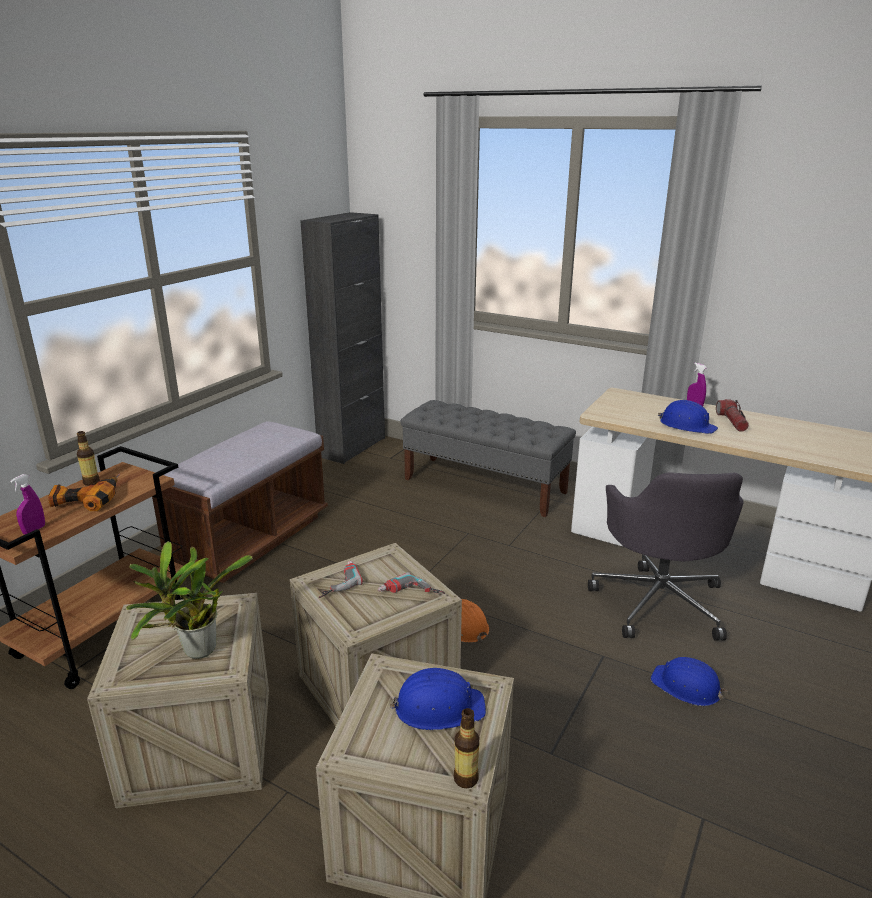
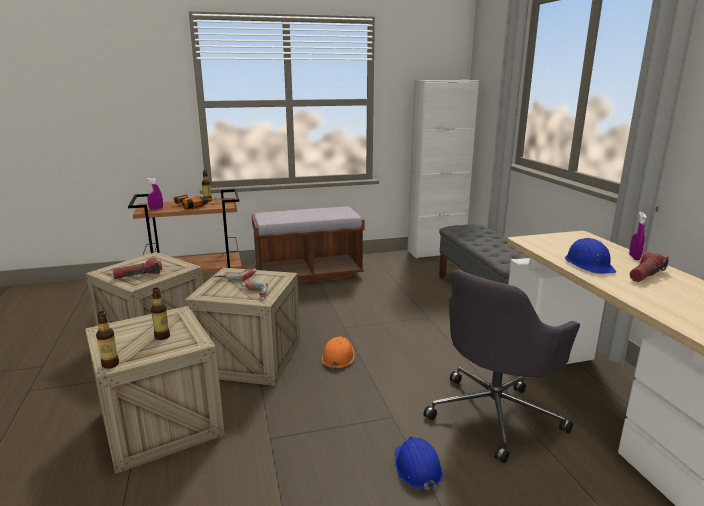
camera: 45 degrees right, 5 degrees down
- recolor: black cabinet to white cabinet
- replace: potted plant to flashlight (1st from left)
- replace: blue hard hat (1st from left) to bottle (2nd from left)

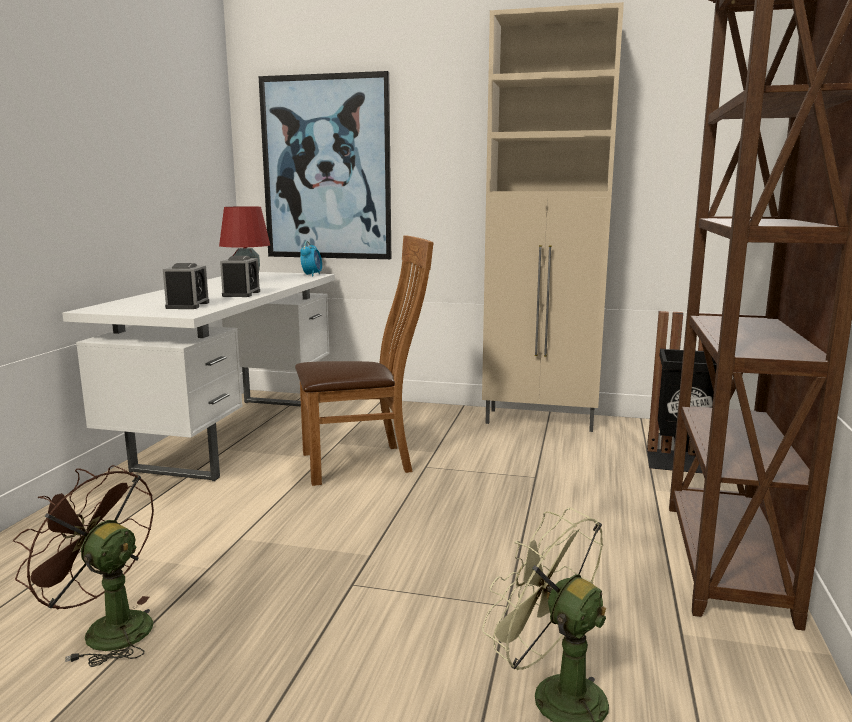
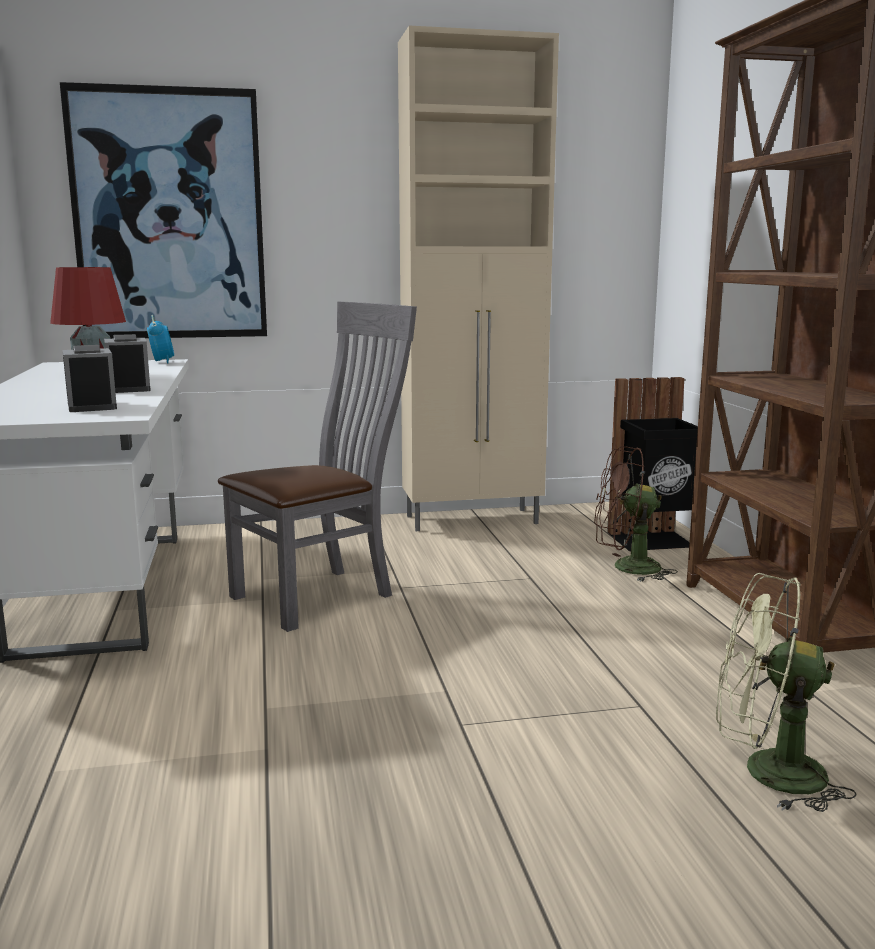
camera: 25 degrees left, 0 degrees up
- recolor: brown chair to grey chair
- move: brown fan

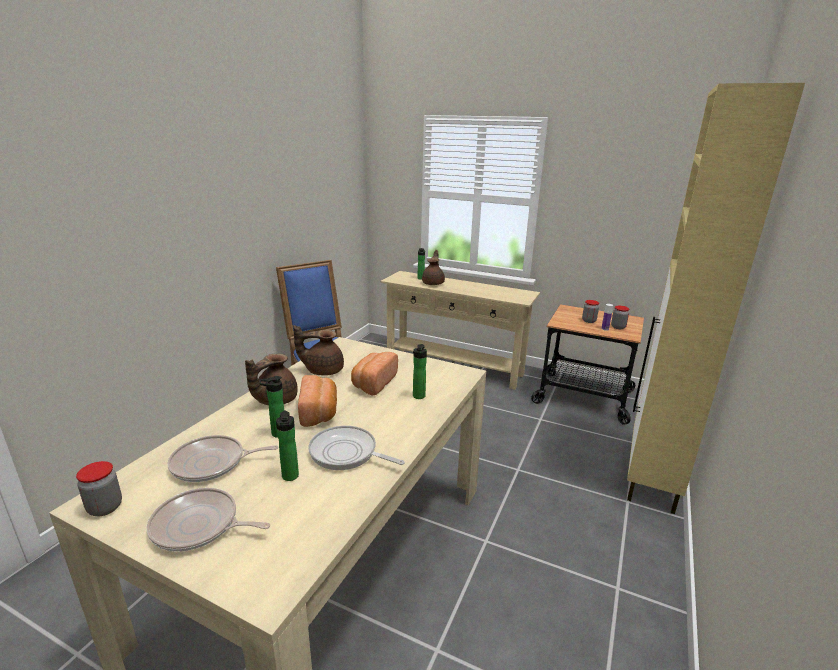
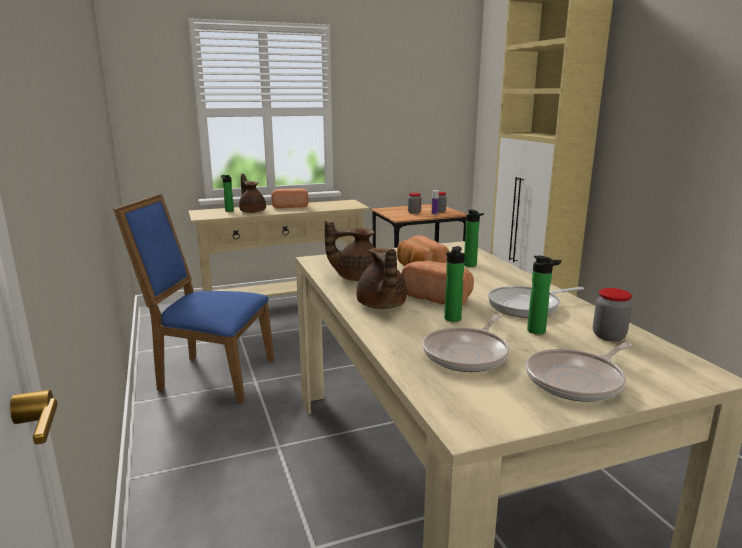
camera: 45 degrees left, 5 degrees down
- rotate: brown teapot (2nd from left) 45 degrees clockwise
- move: jar (1st from left in the first image) to jar (3rd from left)
- insert: bread (1st from left)

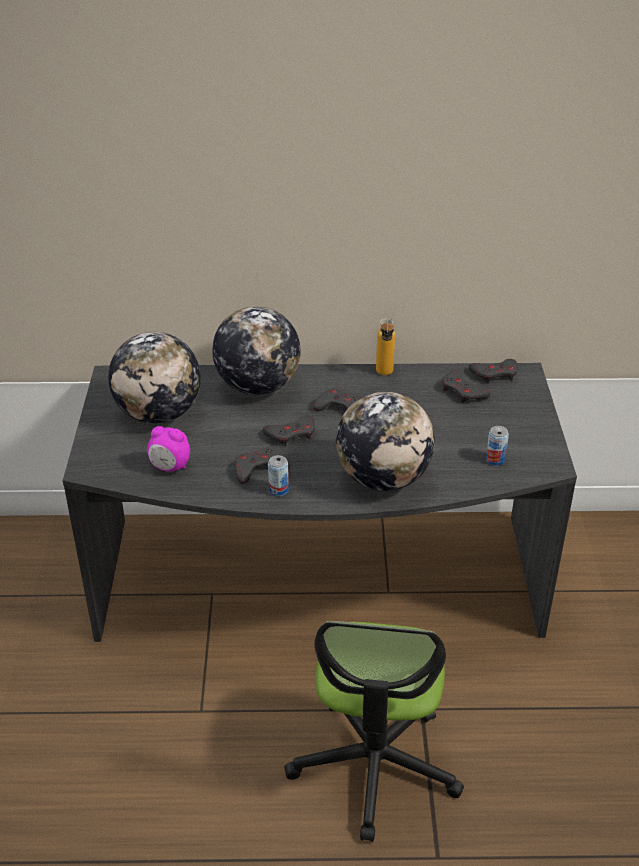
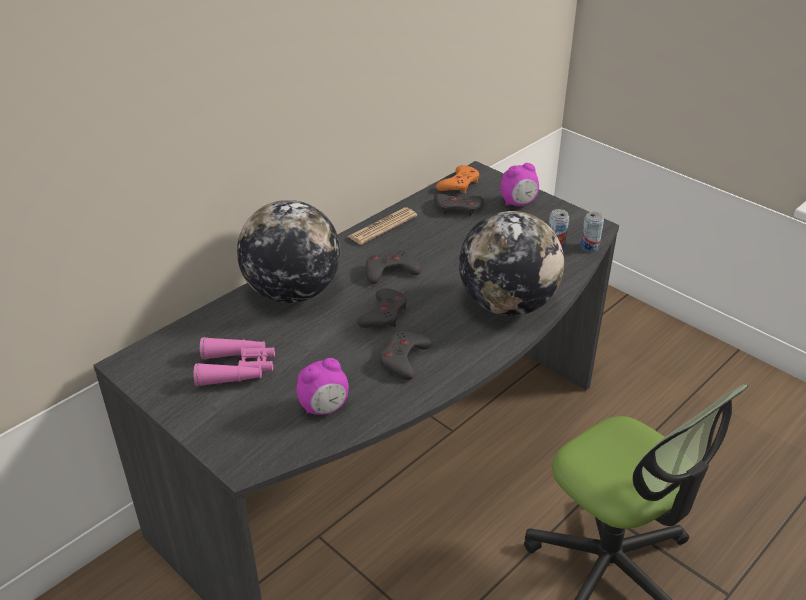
camera: 45 degrees left, 0 degrees up
- replace: bottle to newspaper
- replace: globe (1st from left) to pink binoculars
- recolor: grey game controller (5th from left) to orange game controller
- move: can (1st from left in the first image) to can (2nd from left)
- insert: alarm clock (2nd from left)

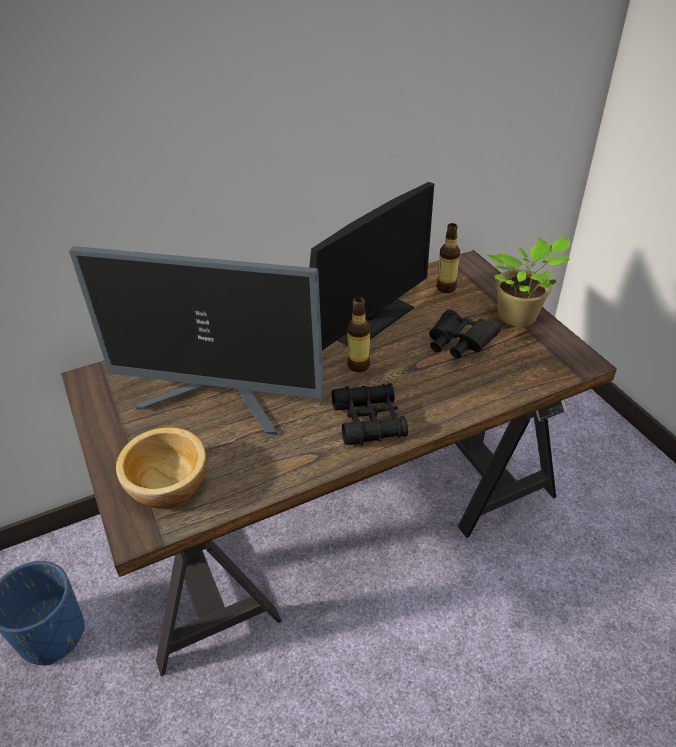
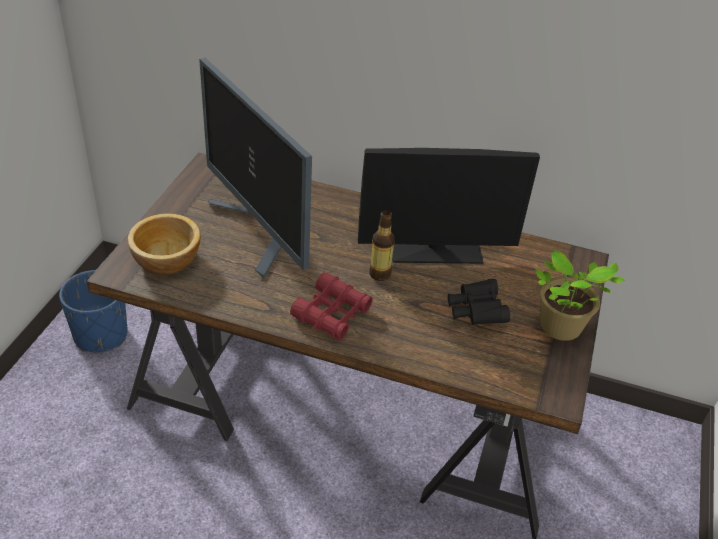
camera: 40 degrees right, 0 degrees up
- delete: bottle (2nd from left)
- recolor: black binoculars (1st from left) to red binoculars

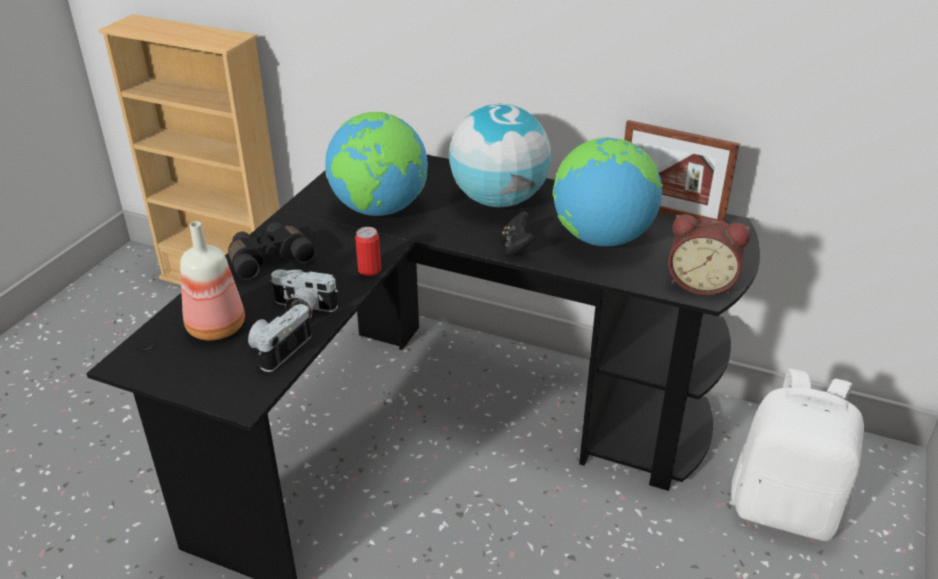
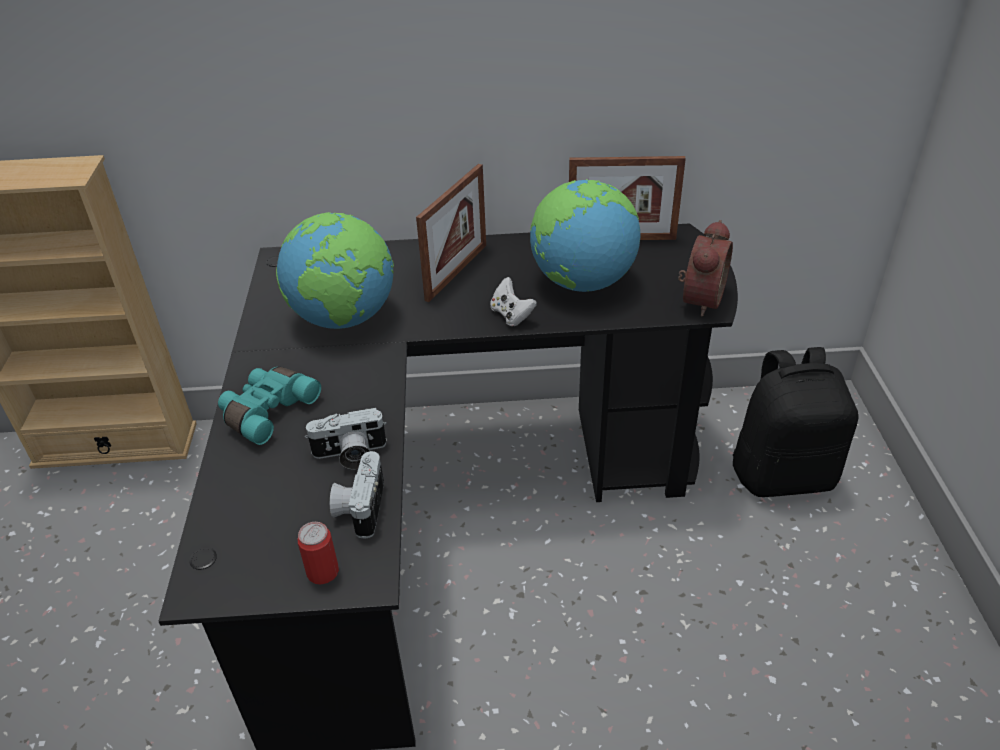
camera: 25 degrees left, 5 degrees up
- replace: globe (2nd from left) to picture frame (1st from left)
- recolor: black game controller to white game controller
- rotate: alarm clock 60 degrees counterclockwise
- delete: bottle
- recolor: black binoculars to turquoise binoculars
- move: can
- recolor: white backpack to black backpack

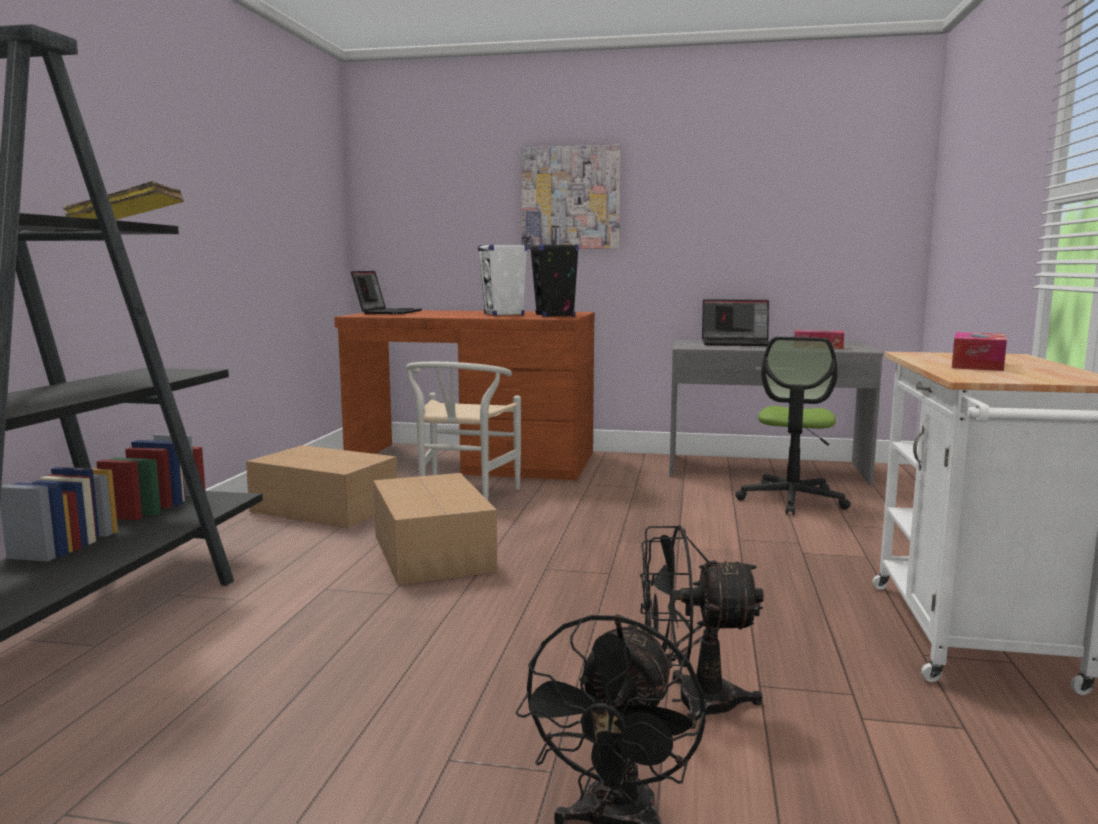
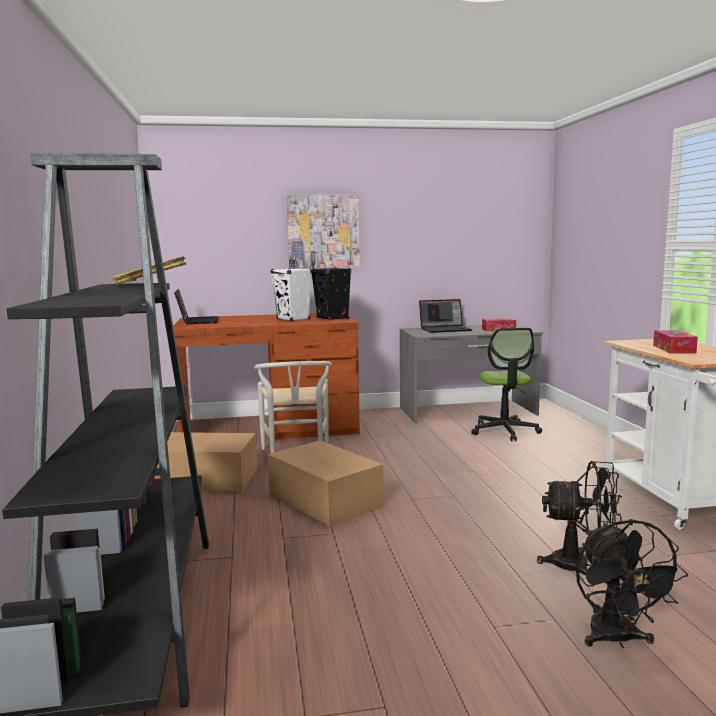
camera: 20 degrees left, 0 degrees up
- rotate: black fan (2nd from left in the first image) 150 degrees counterclockwise

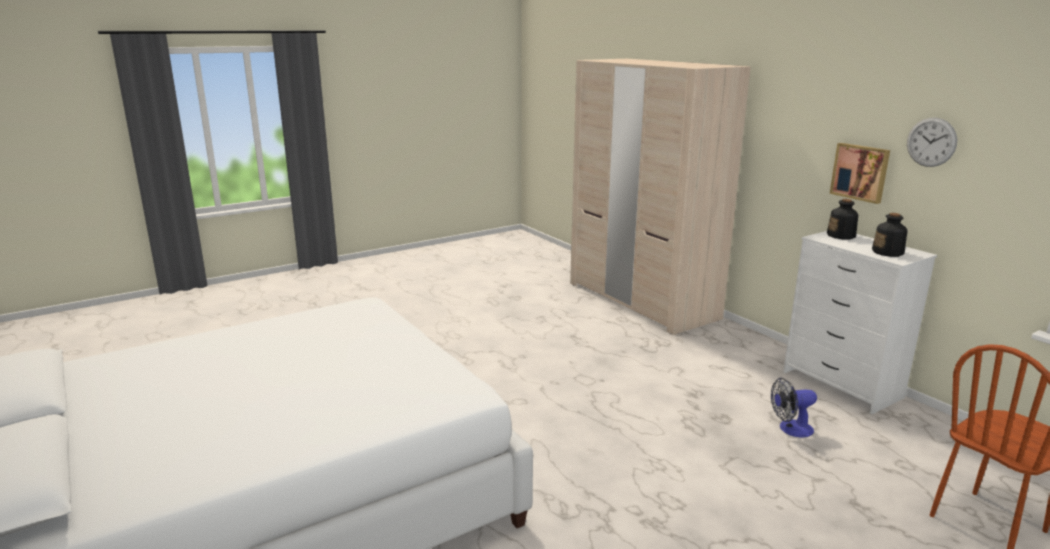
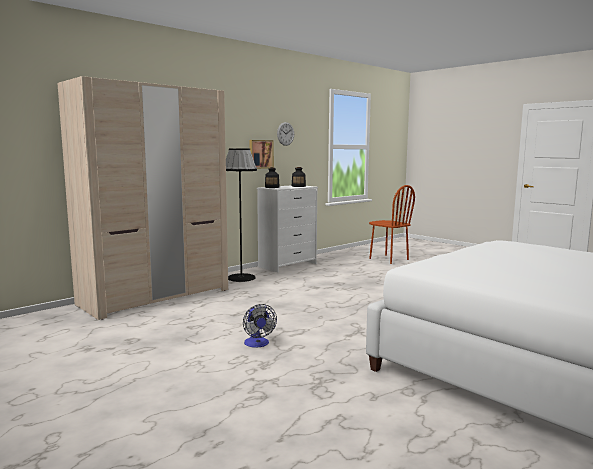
camera: 100 degrees left, 10 degrees down
- move: fan
- insert: black floor lamp

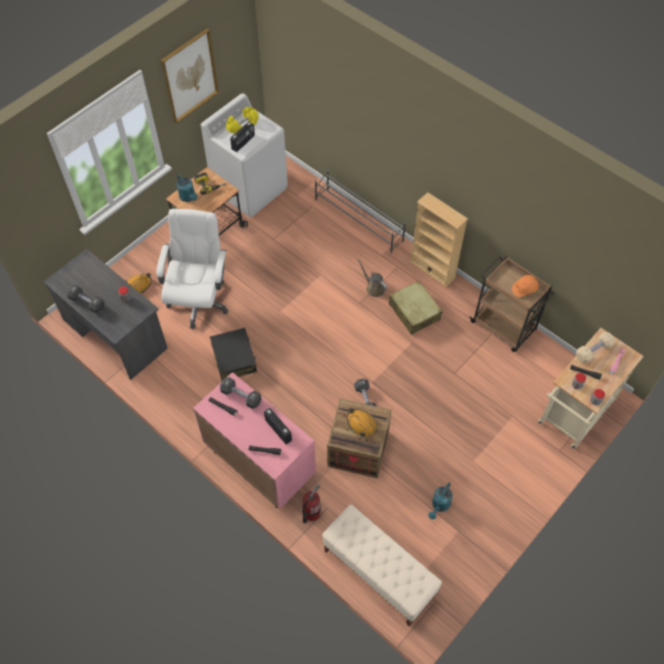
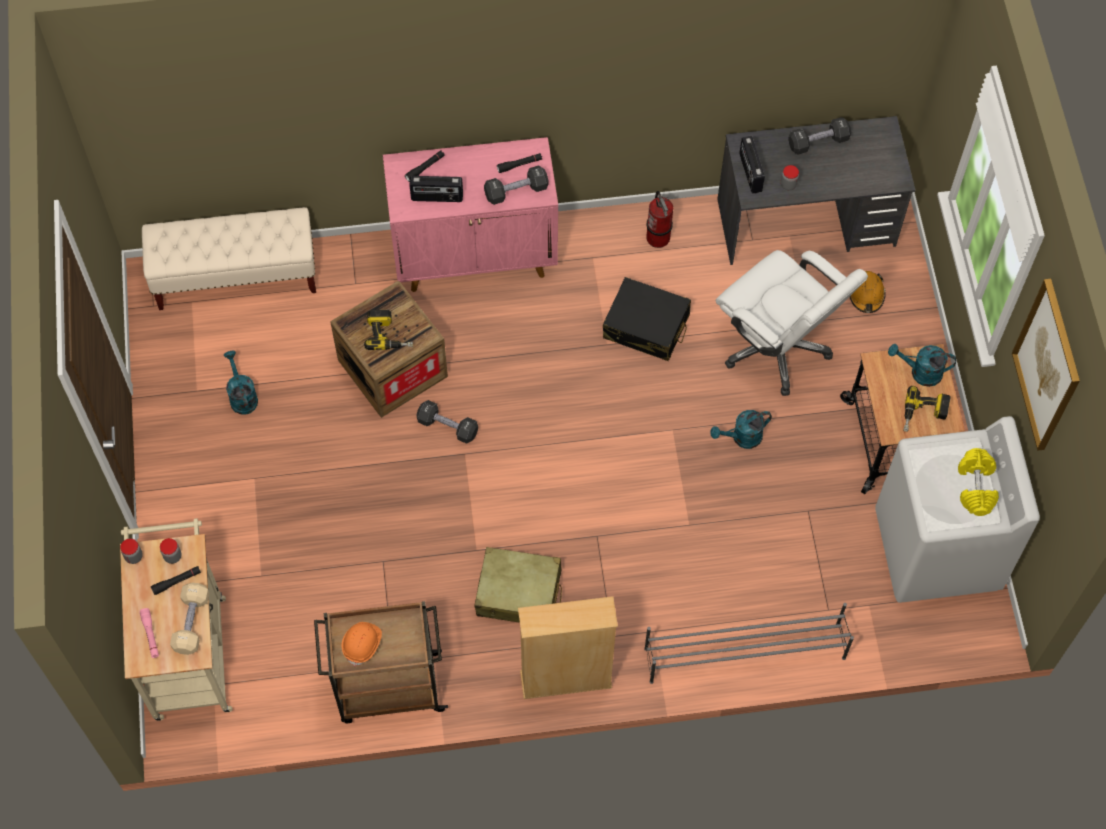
camera: 130 degrees right, 5 degrees up
- move: radio (1st from left in the first image) to radio (2nd from left)
- delete: brown watering can
- replace: orange hard hat (2nd from left) to power drill (1st from left)
- move: fire extinguisher
- insert: turquoise watering can (2nd from left)

